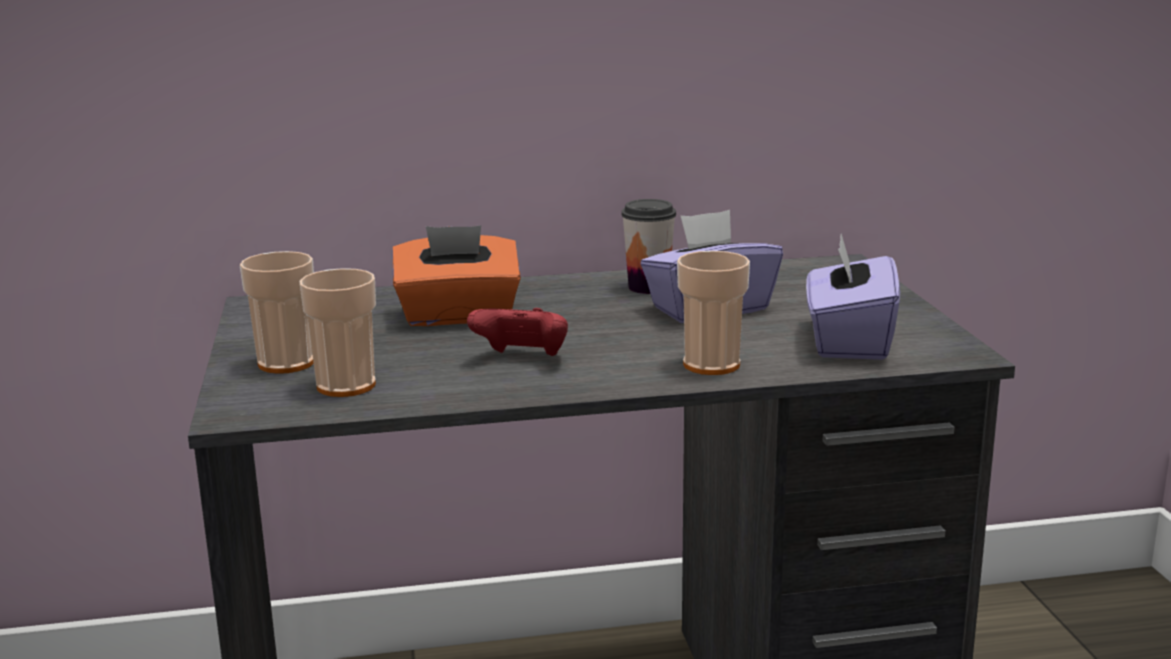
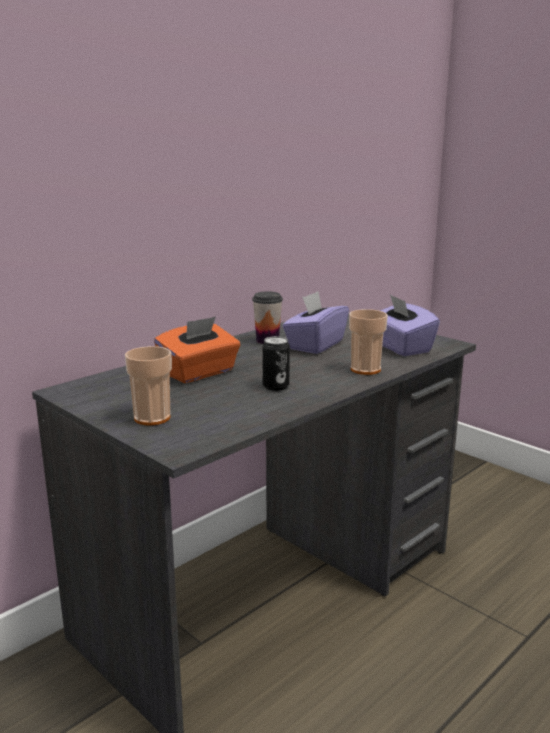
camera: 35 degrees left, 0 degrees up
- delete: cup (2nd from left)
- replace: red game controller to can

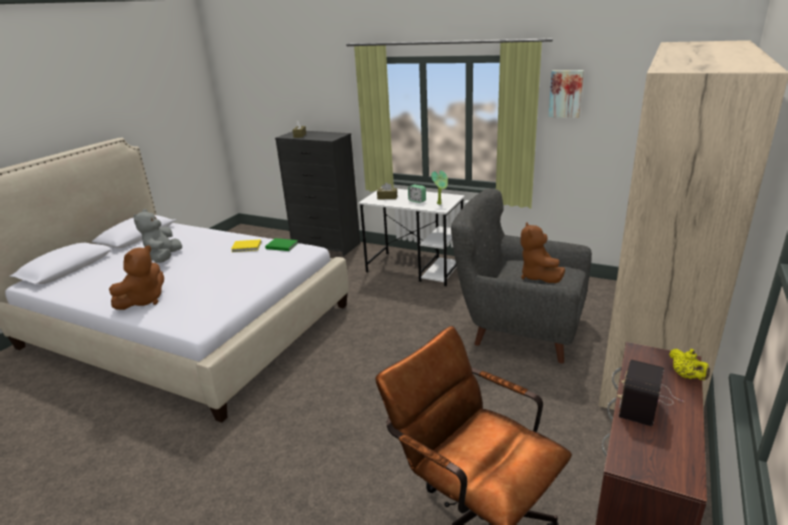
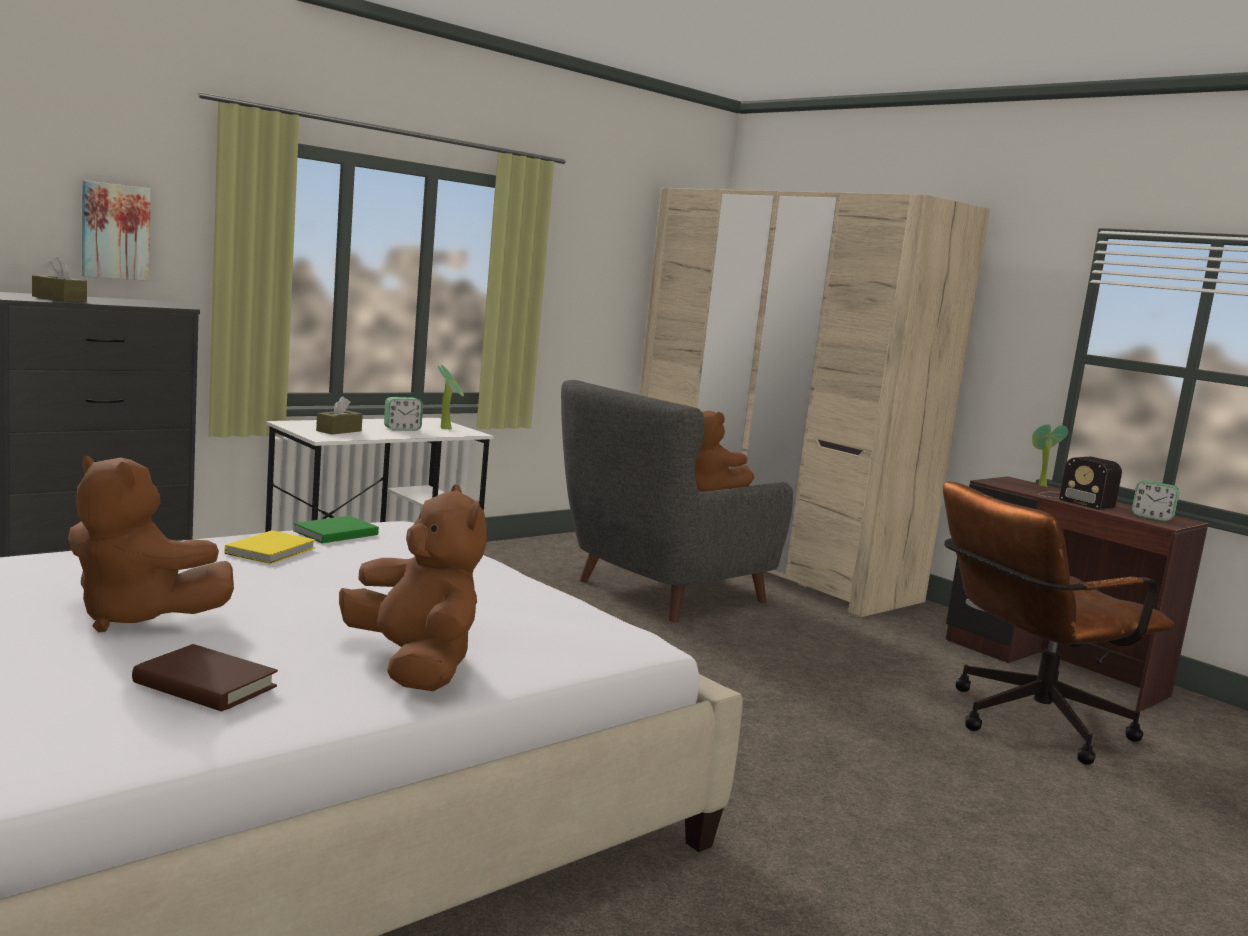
camera: 70 degrees left, 15 degrees down
- move: picture
- recolor: grey plush toy to brown plush toy (1st from left)
- replace: yellow teapot to potted plant (2nd from left)
- insert: alarm clock (2nd from left)
- insert: brown book

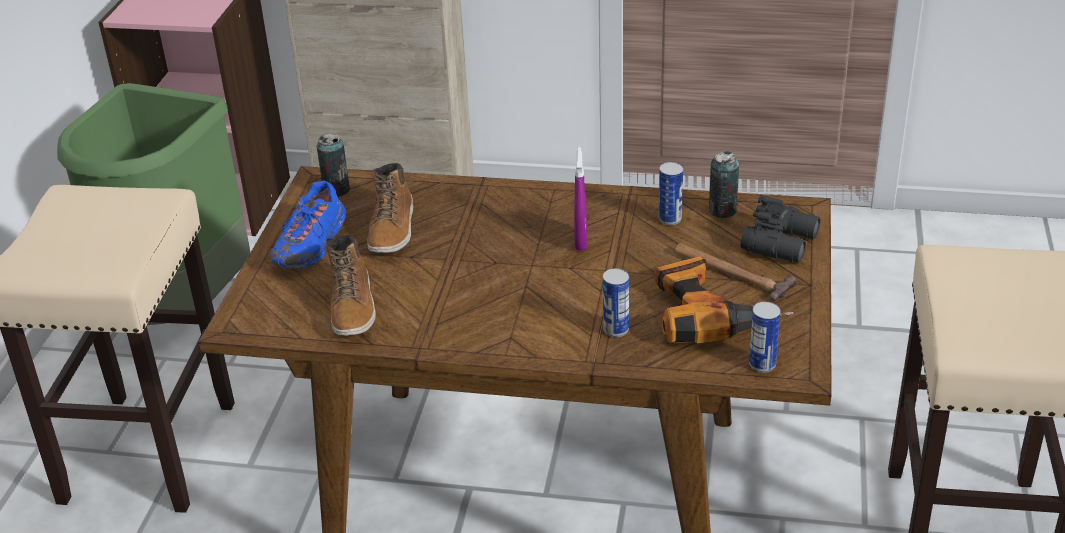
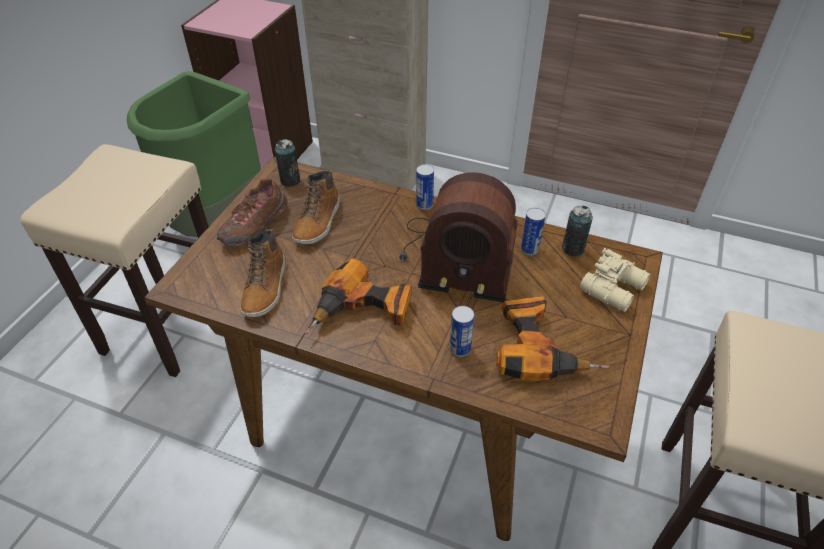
camera: 10 degrees right, 10 degrees up
- replace: purple spray bottle to radio
- recolor: blue shoe to brown shoe
- recolor: black binoculars to beige binoculars
- delete: hammer
- move: can (5th from left in the first image) to can (2nd from left)
- insert: power drill (1st from left)

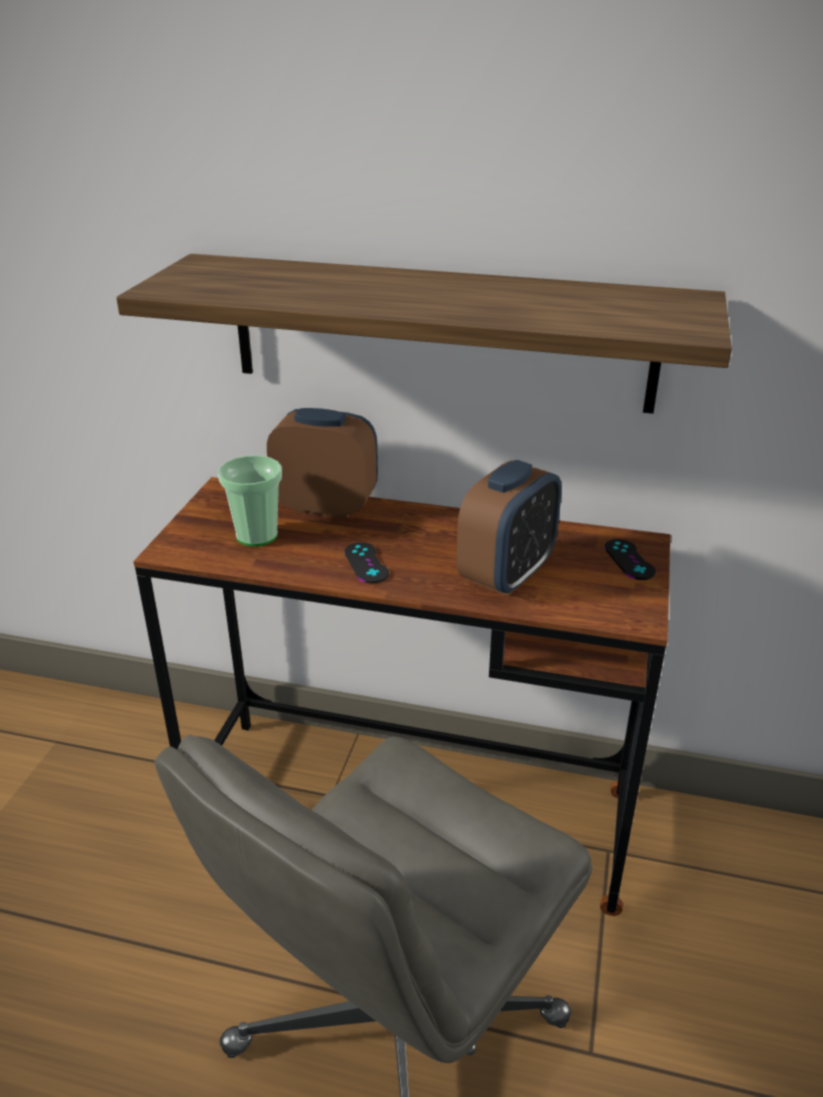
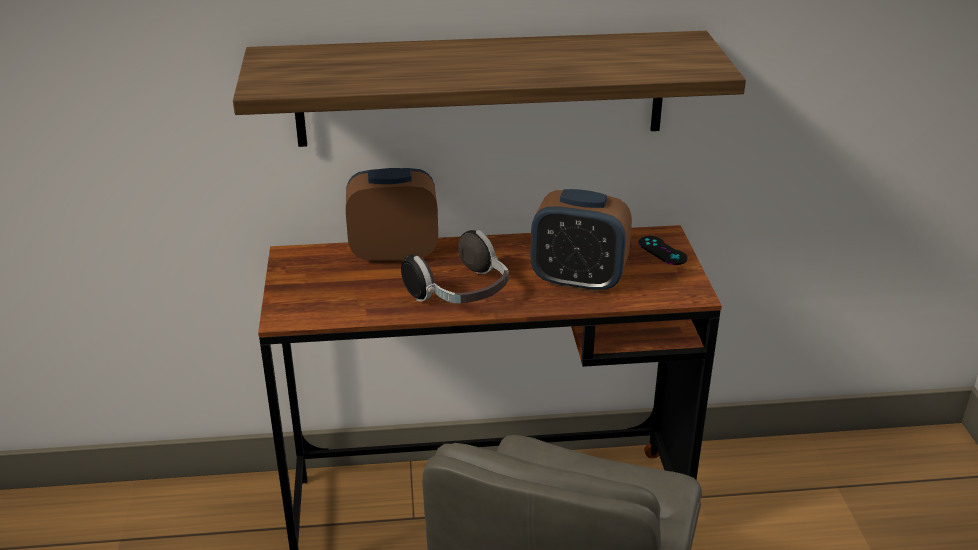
camera: 20 degrees left, 0 degrees up
- delete: cup
- rotate: alarm clock (2nd from left) 90 degrees clockwise
- replace: black game controller (1st from left) to headphones

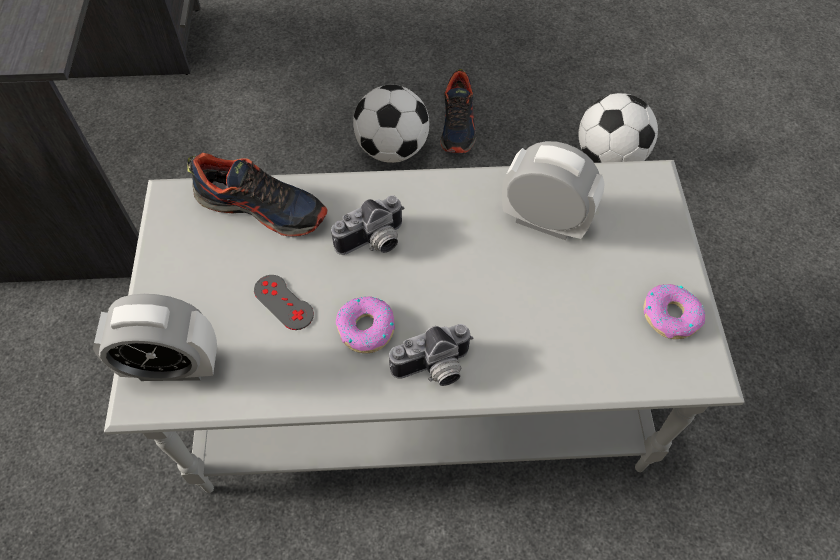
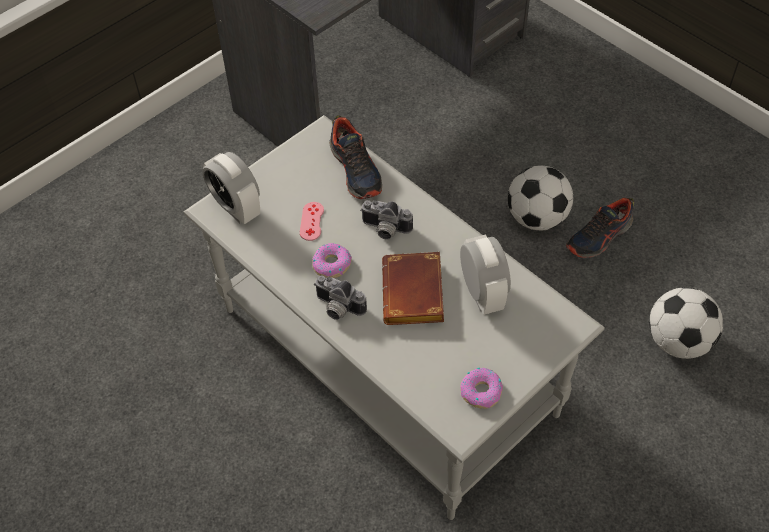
camera: 50 degrees right, 5 degrees down
- recolor: grey game controller to pink game controller
- insert: brown book

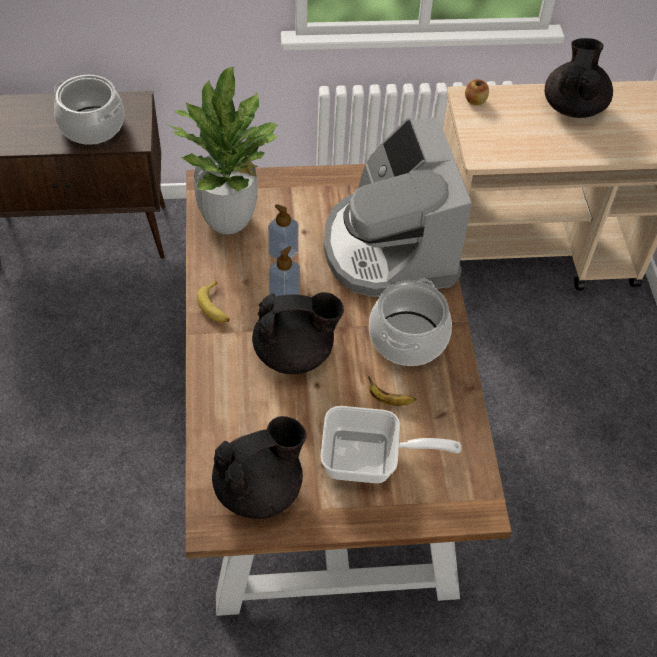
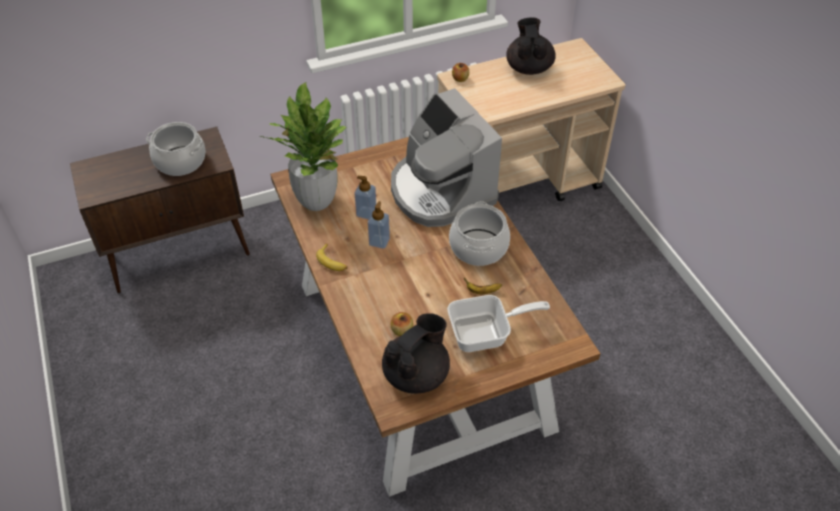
camera: 15 degrees left, 5 degrees down
- delete: black teapot (2nd from left)
- insert: apple (1st from left)

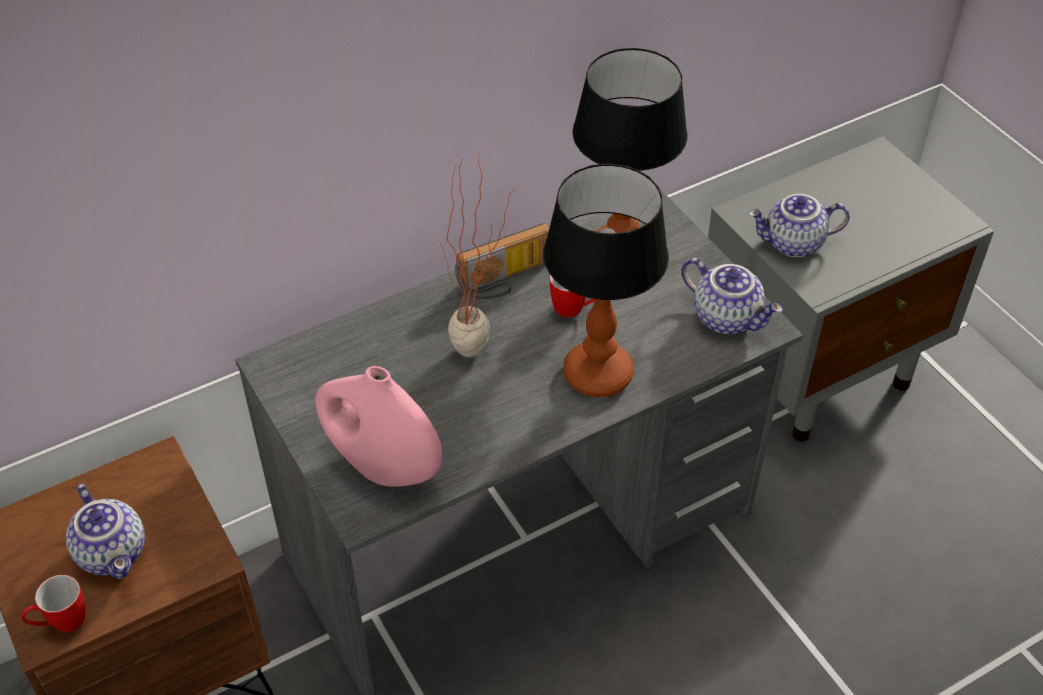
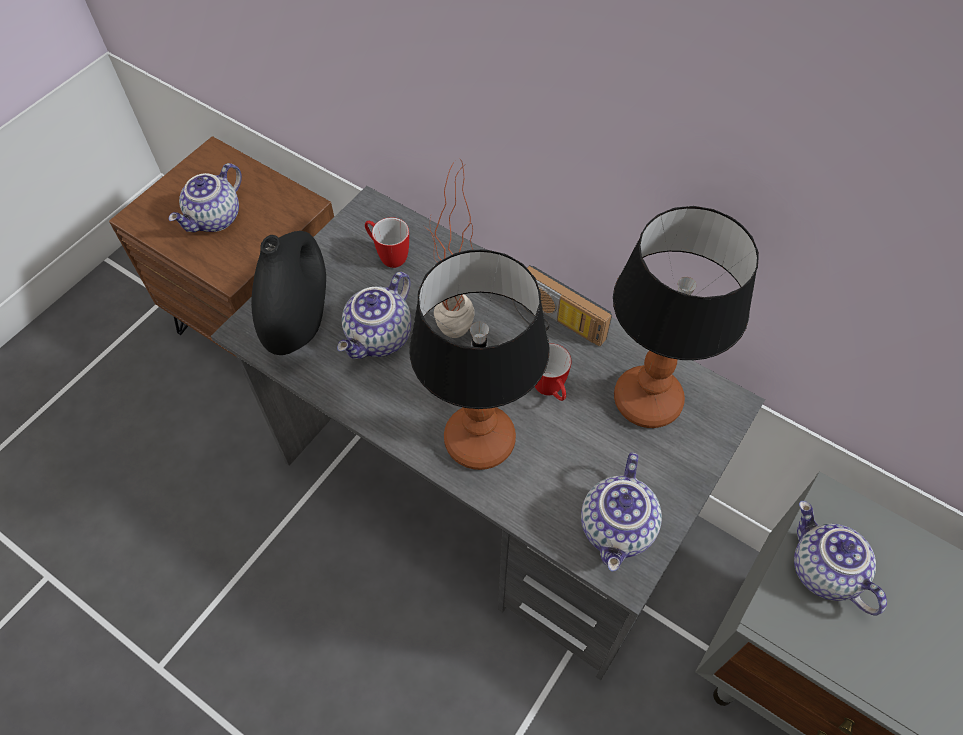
camera: 65 degrees right, 10 degrees up
- recolor: pink vase to black vase
- move: mug (1st from left)
- insert: teapot (2nd from left)

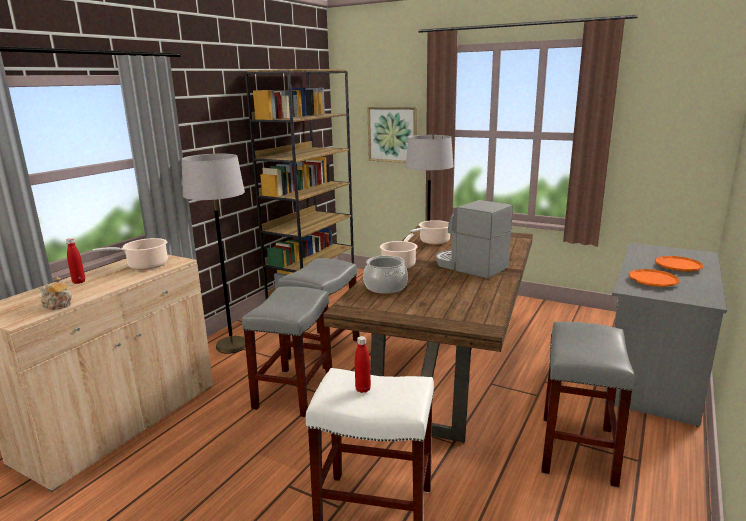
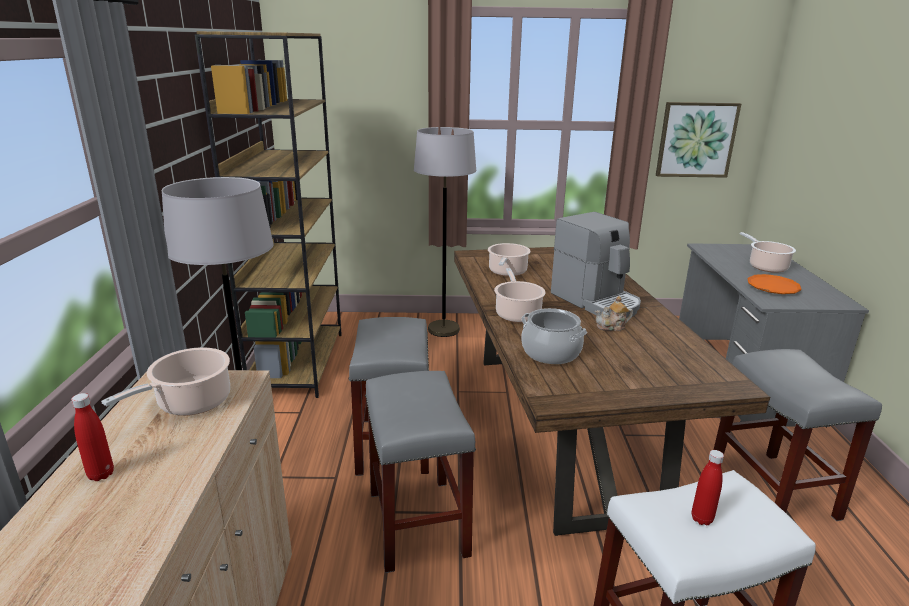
camera: 30 degrees left, 5 degrees up
- move: picture
- rotate: coffee machine 135 degrees counterclockwise
- replace: orange plate (2nd from left) to cooking pot (5th from left)
- move: teapot

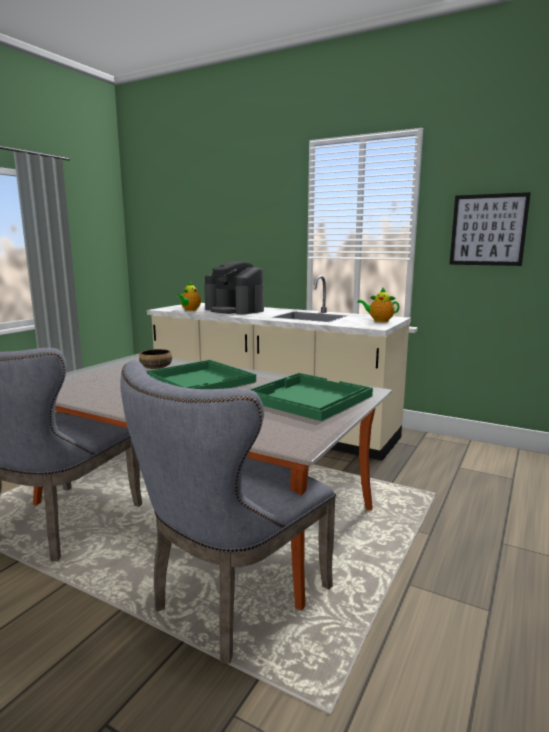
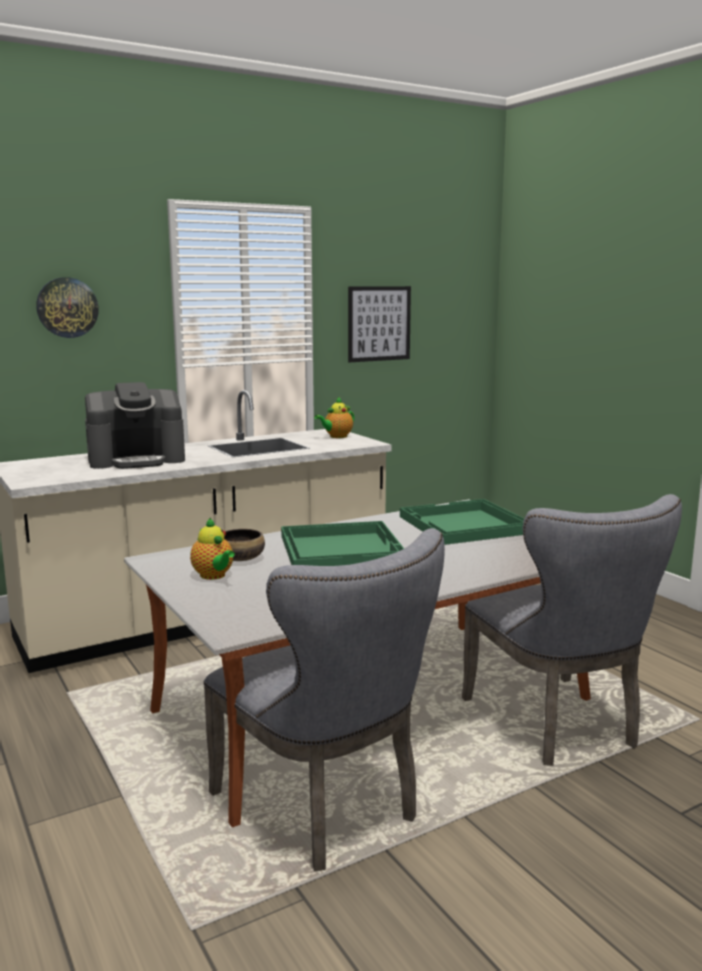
camera: 60 degrees left, 0 degrees up
- move: teapot (1st from left)
- insert: wall clock

